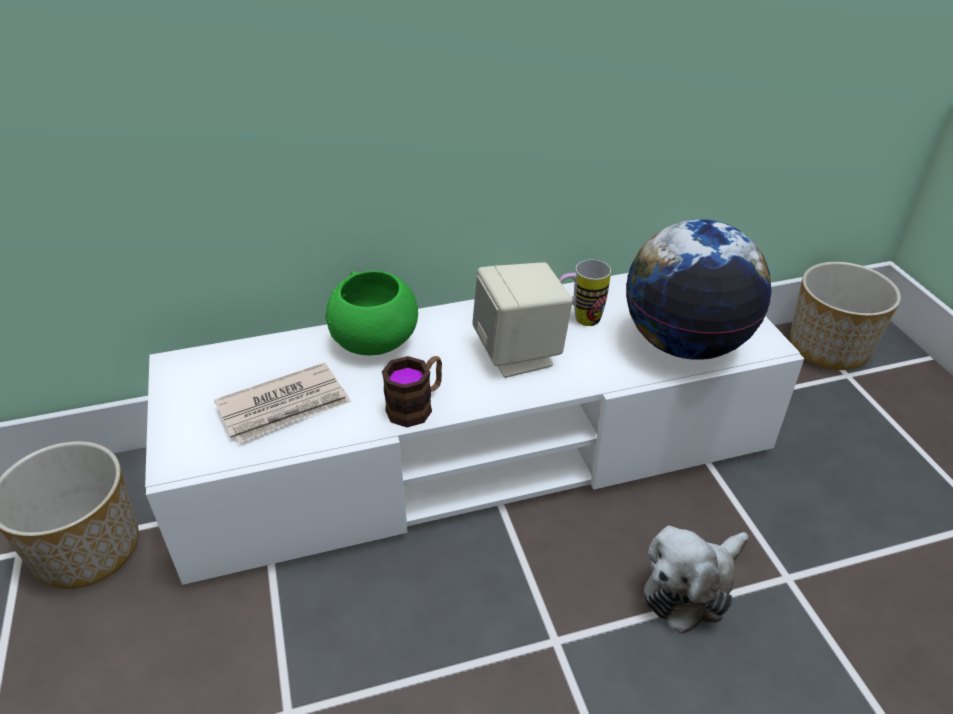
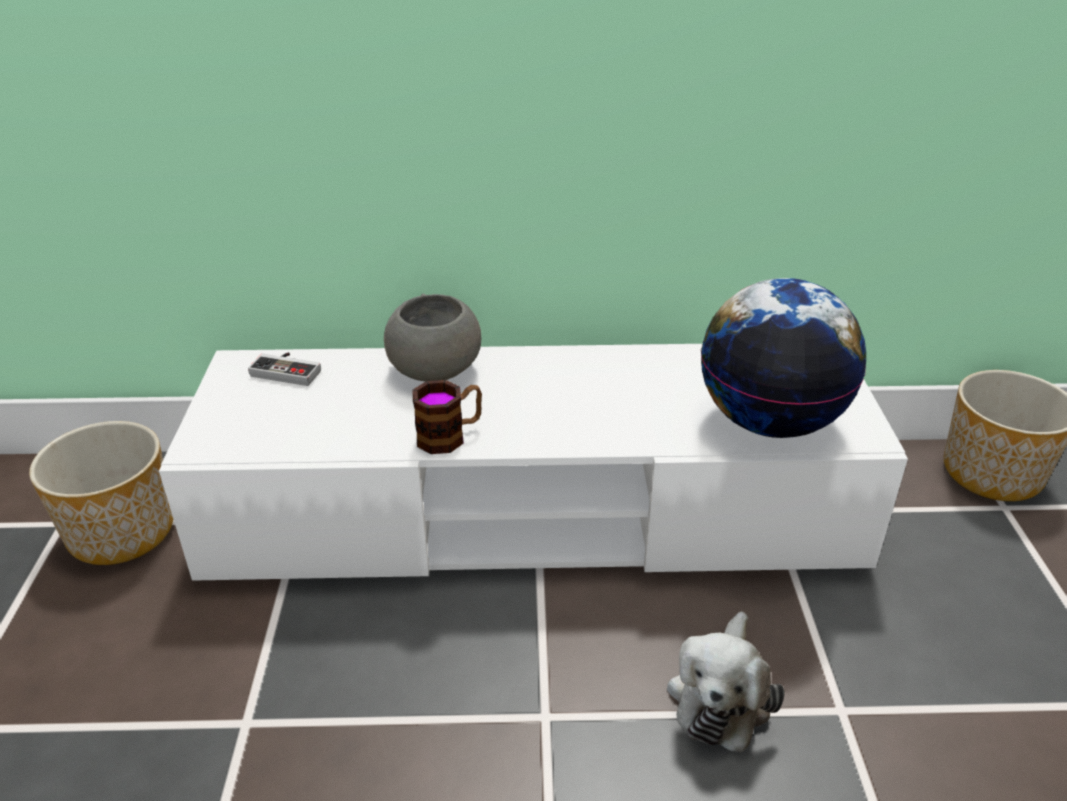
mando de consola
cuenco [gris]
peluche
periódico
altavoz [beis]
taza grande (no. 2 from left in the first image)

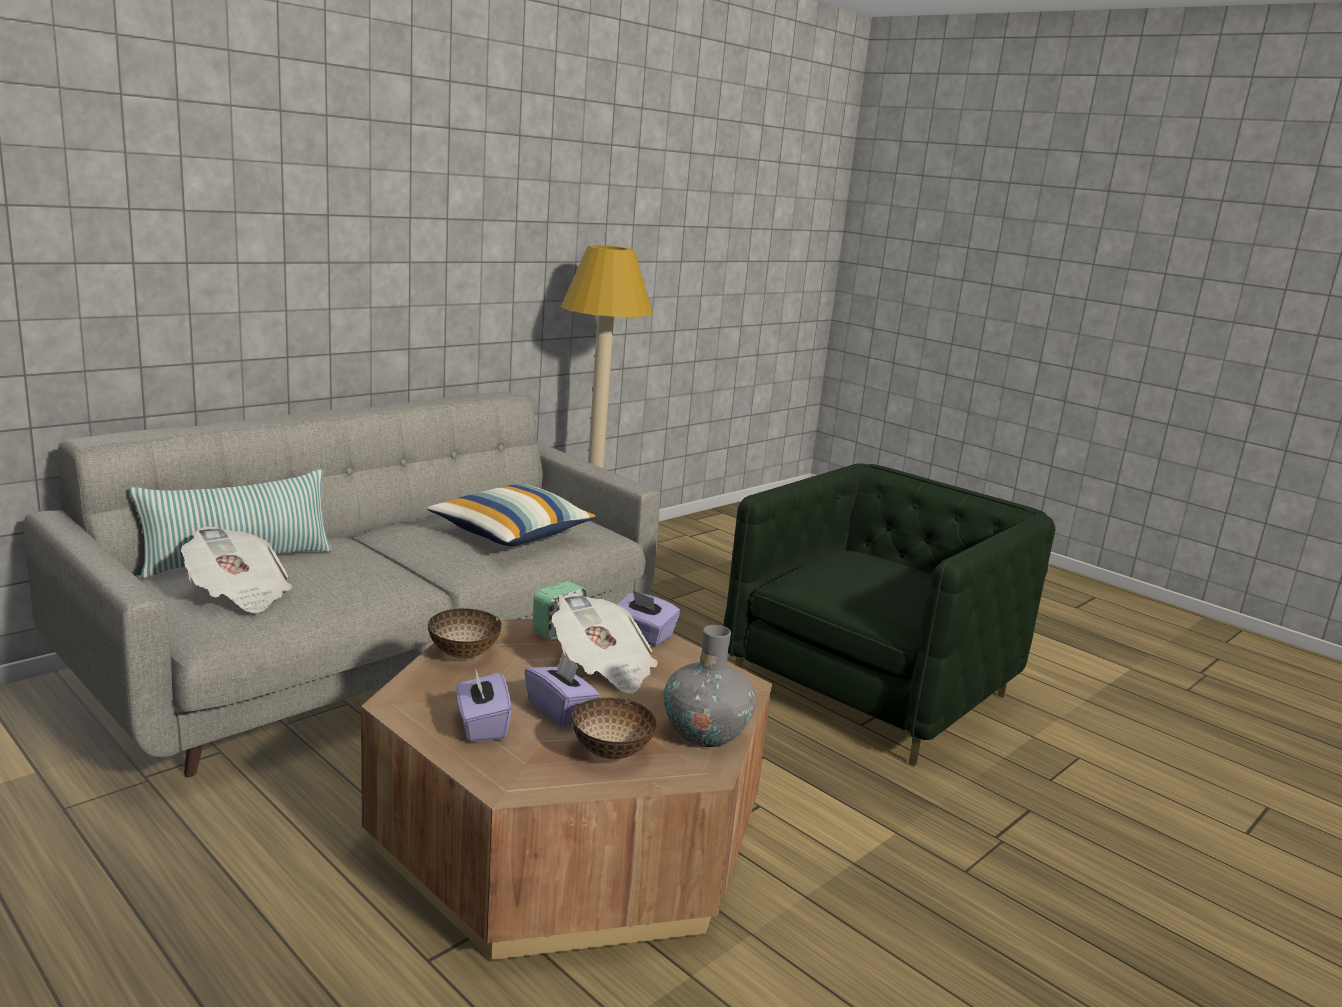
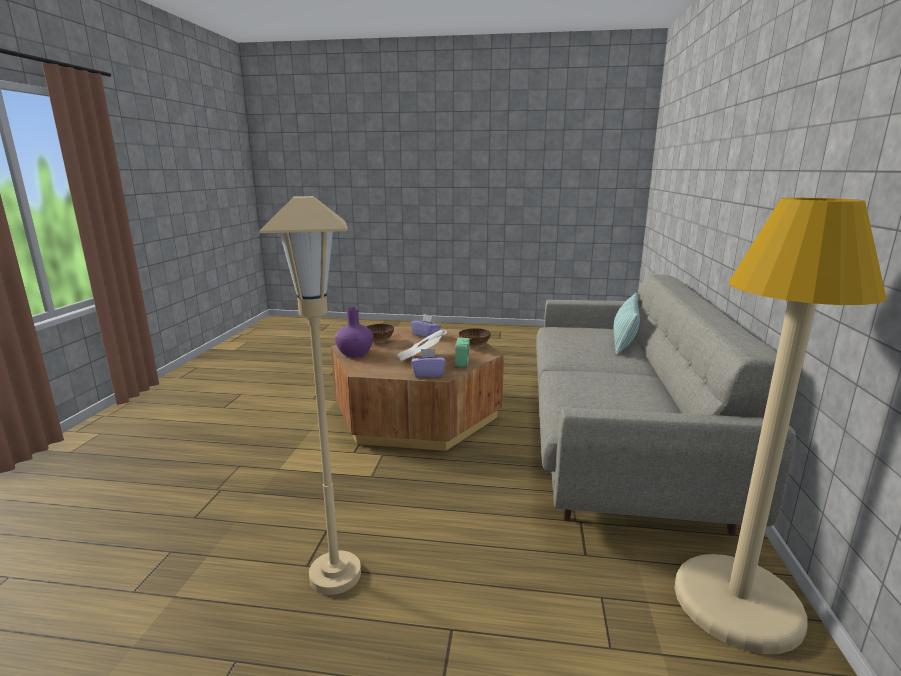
lámpara de pie [beis] (no. 1 from left)
florero [morado]
periódico (no. 1 from left in the first image)
cojín (no. 2 from left in the first image)
caja de pañuelos [morado] (no. 2 from left in the first image)

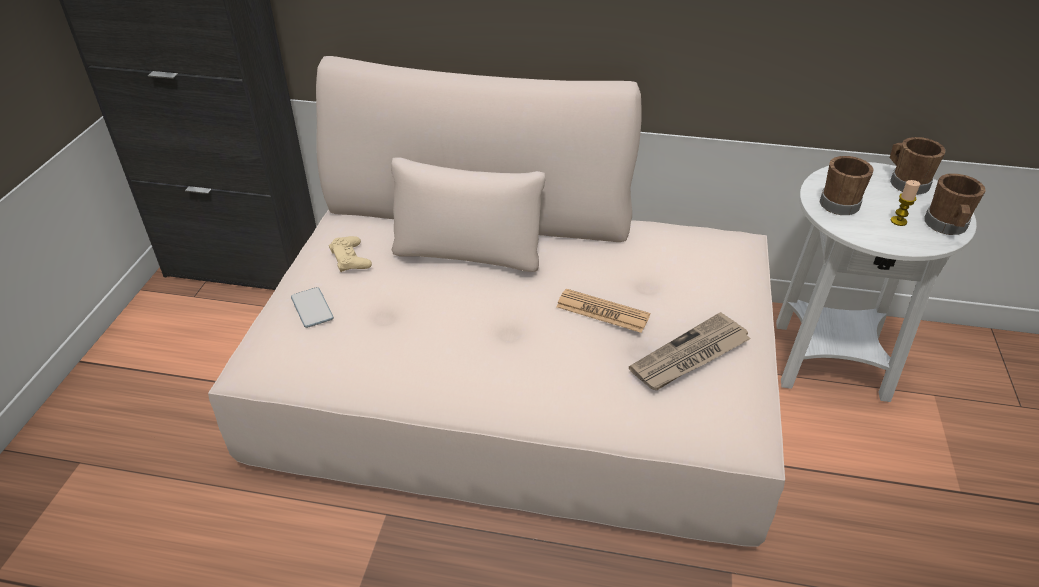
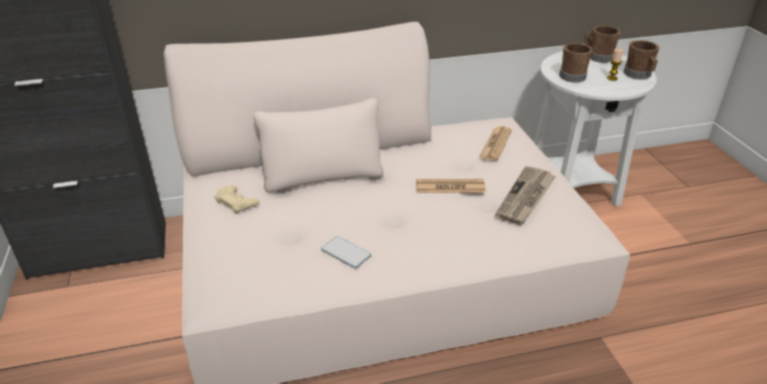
móvil
periódico (no. 2 from left)

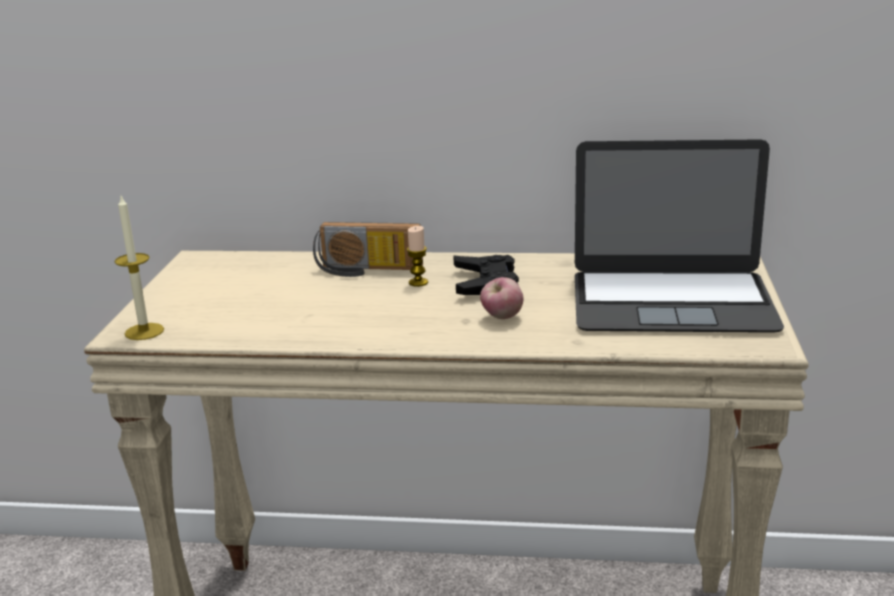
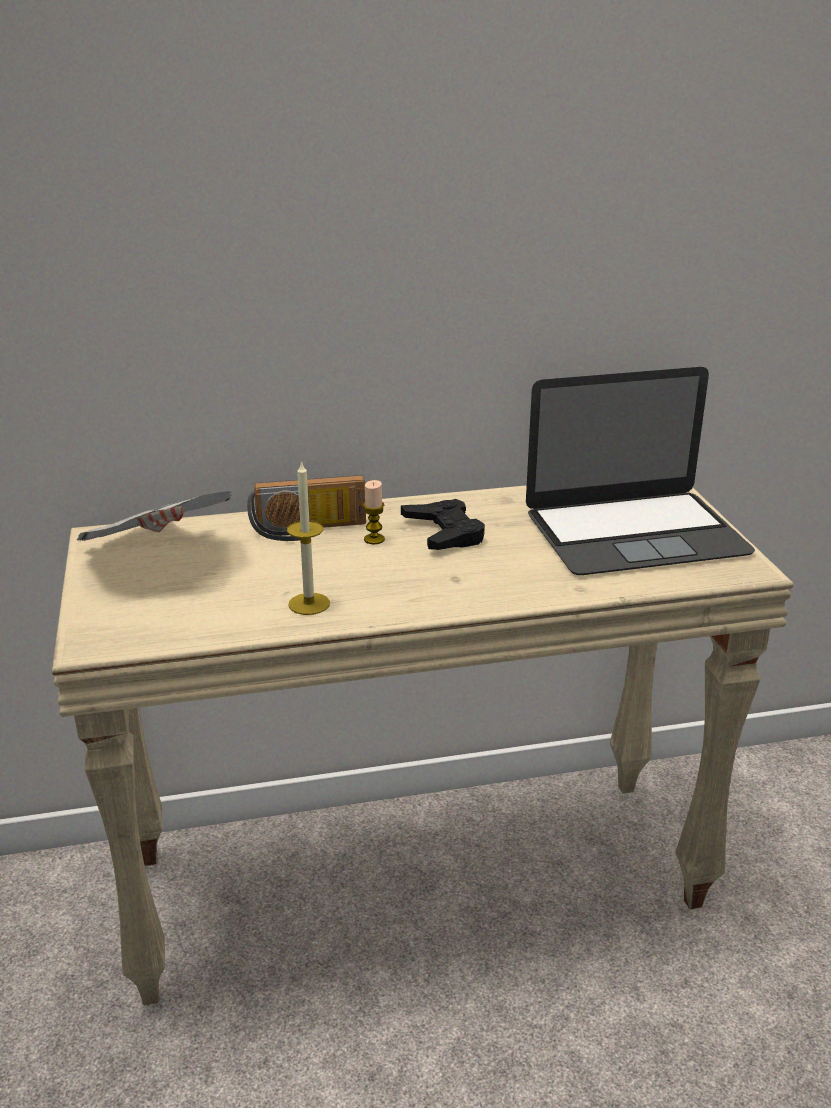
periódico
vela (no. 1 from left)
manzana

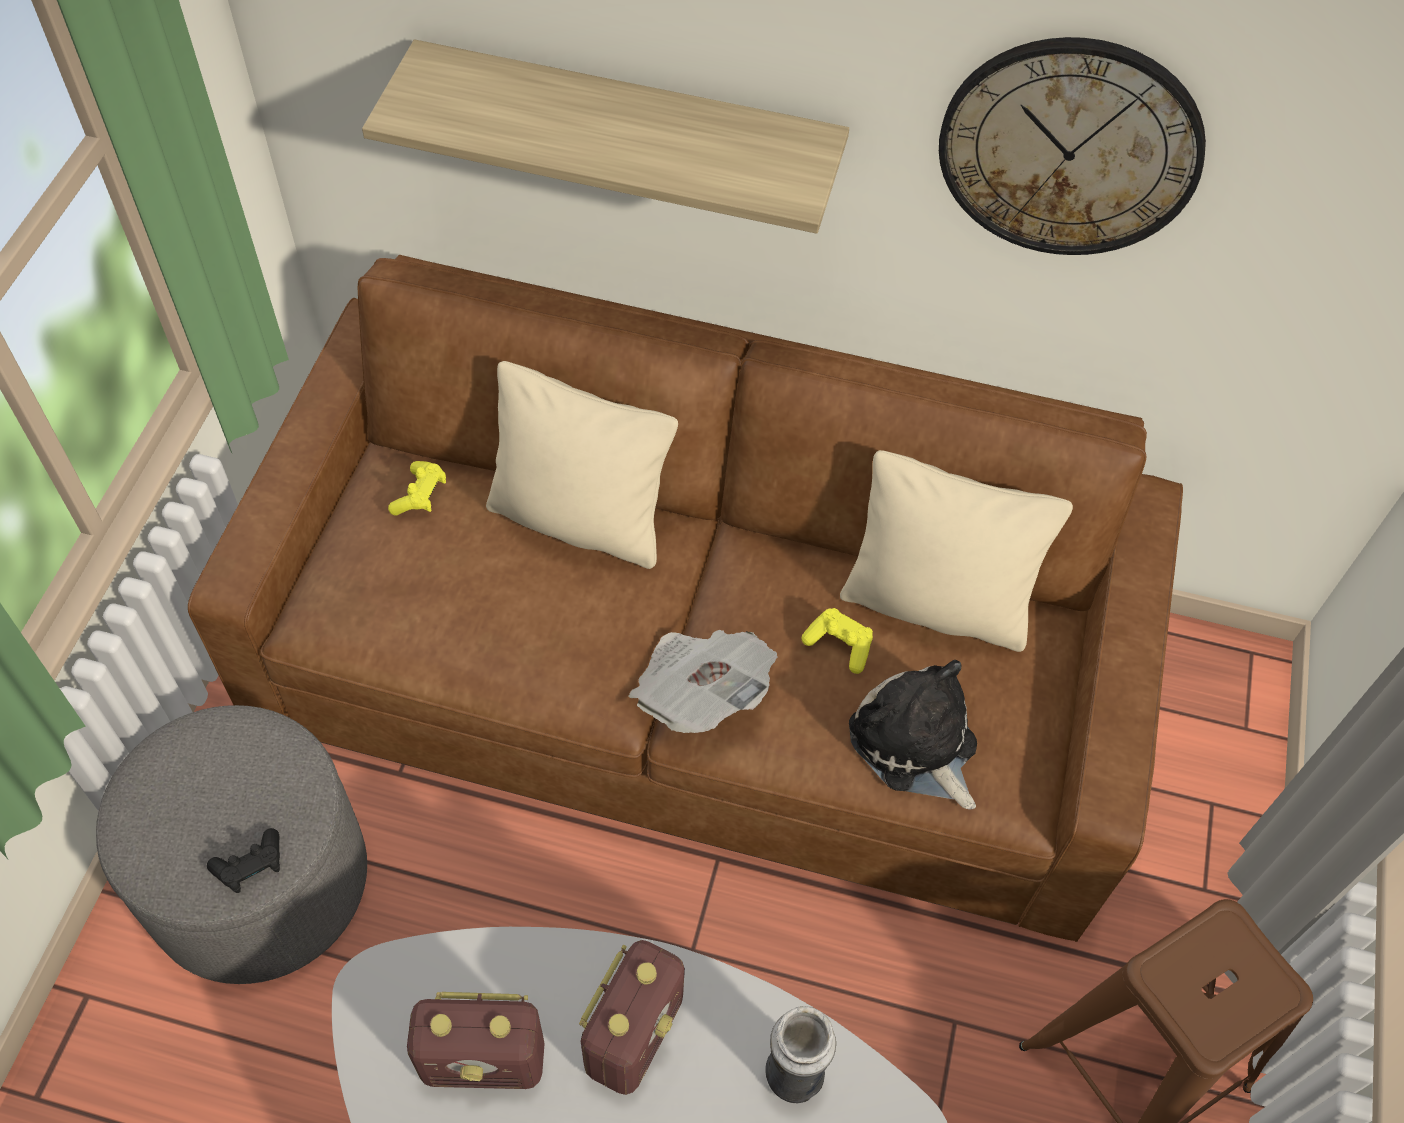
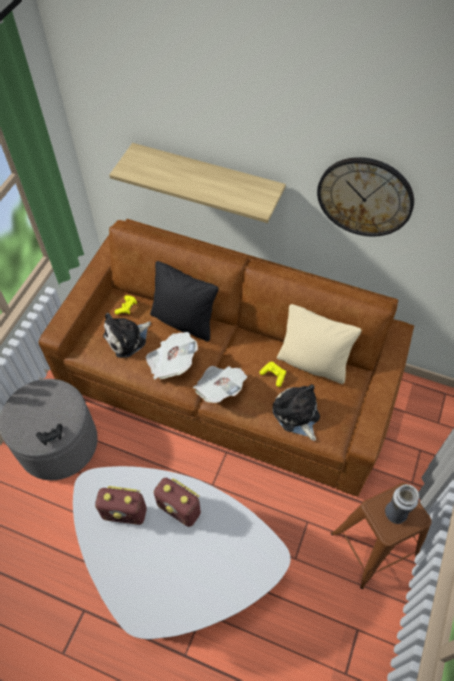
peluche (no. 1 from left)
periódico (no. 1 from left)
cojín [negro]
radio (no. 2 from left)
florero

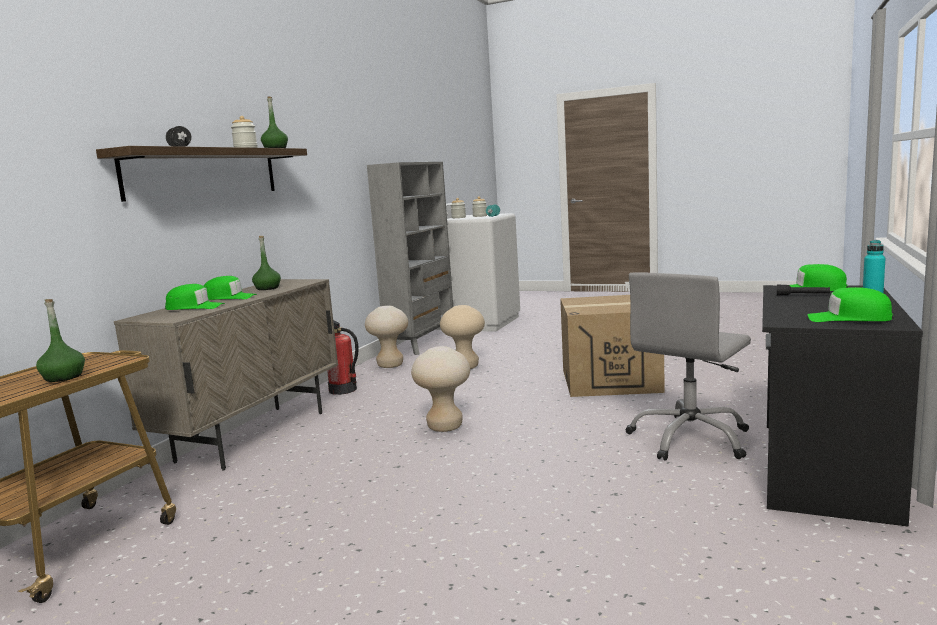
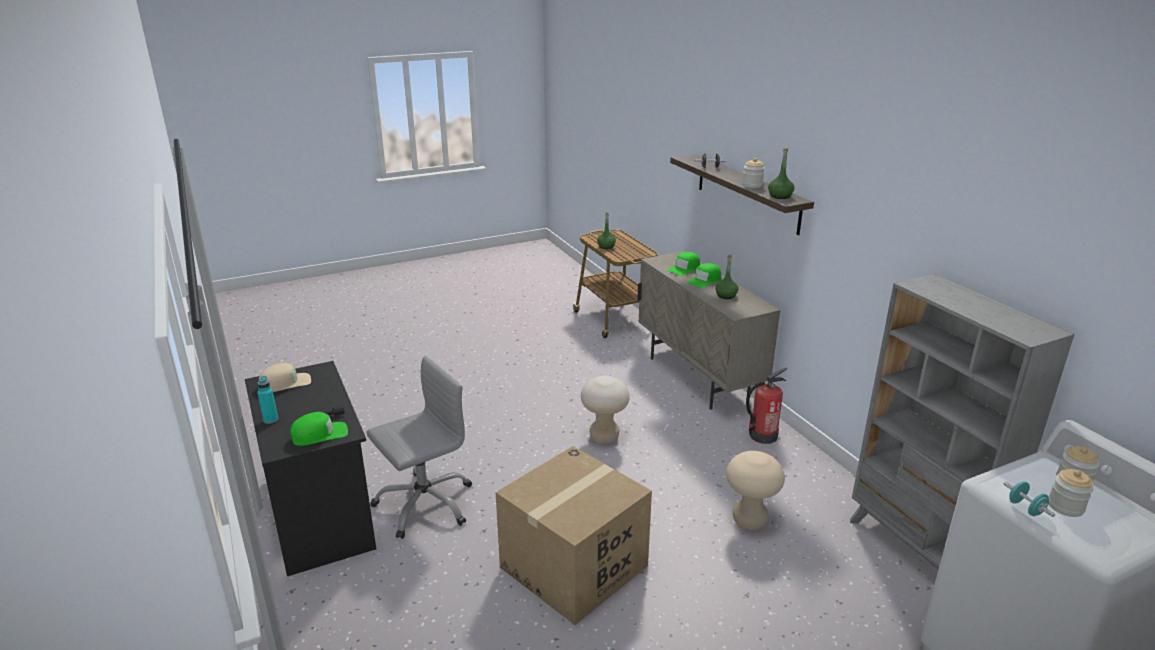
gorra [beis]
silla de oficina [gris]
taburete [beis] (no. 1 from left in the first image)

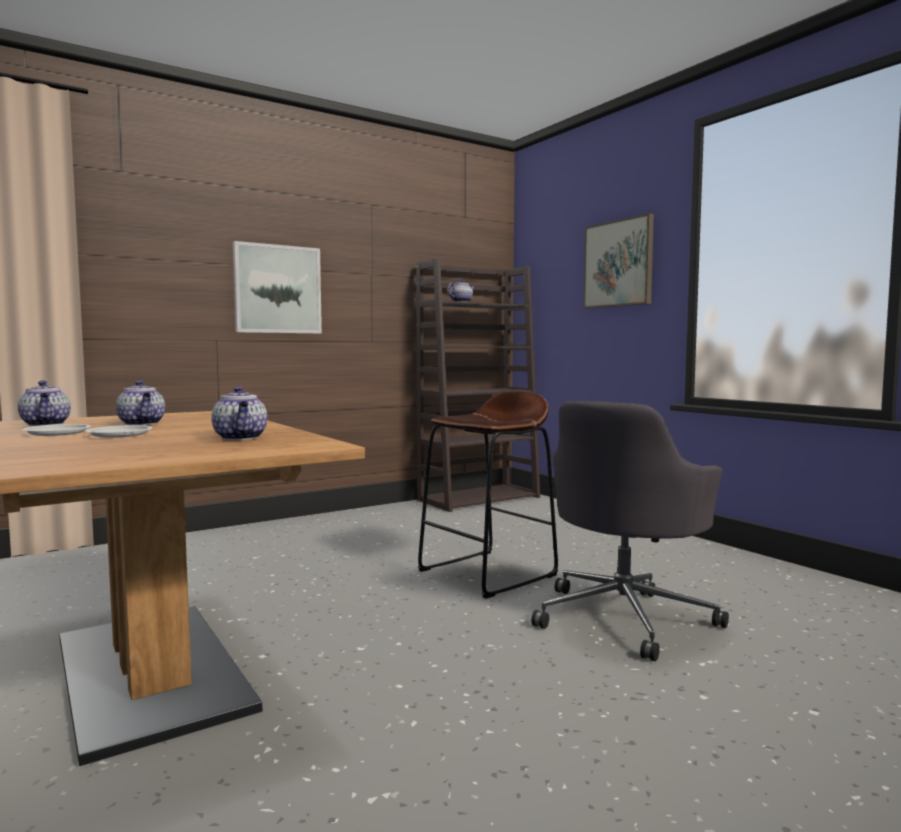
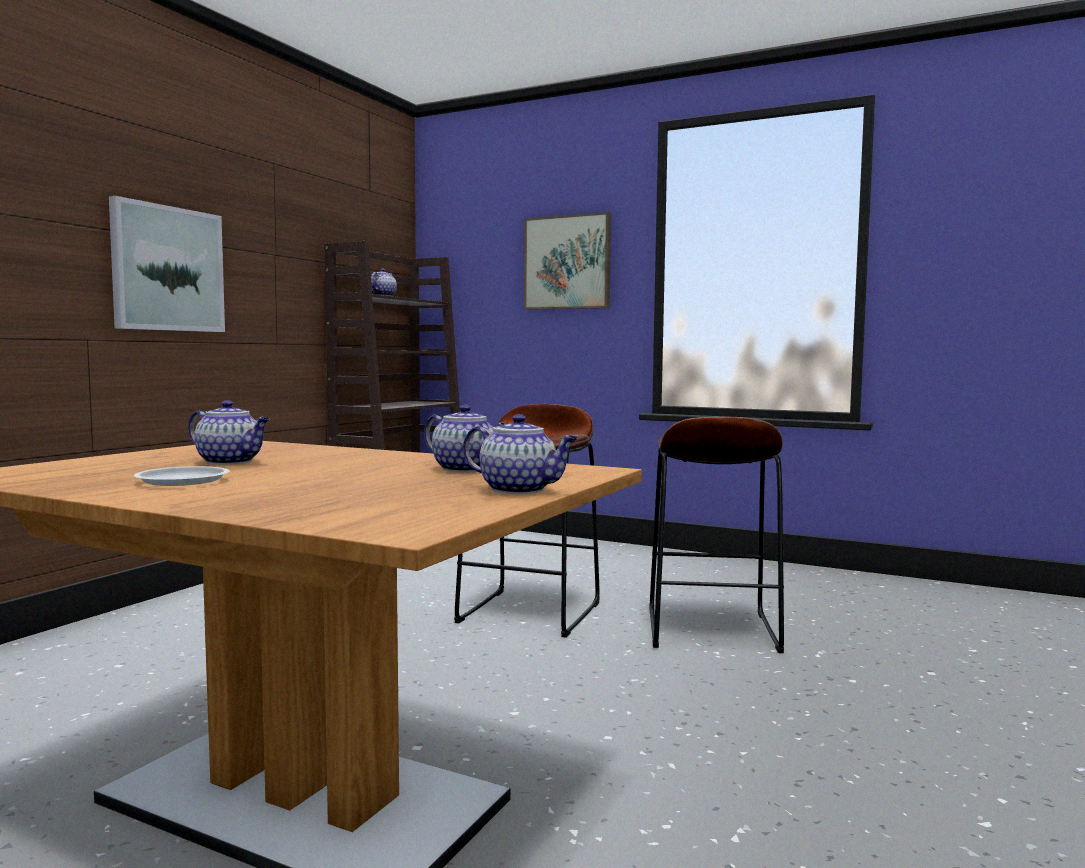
tetera (no. 4 from left)
taburete [marrón] (no. 2 from left)
plato [blanco] (no. 2 from left in the first image)

